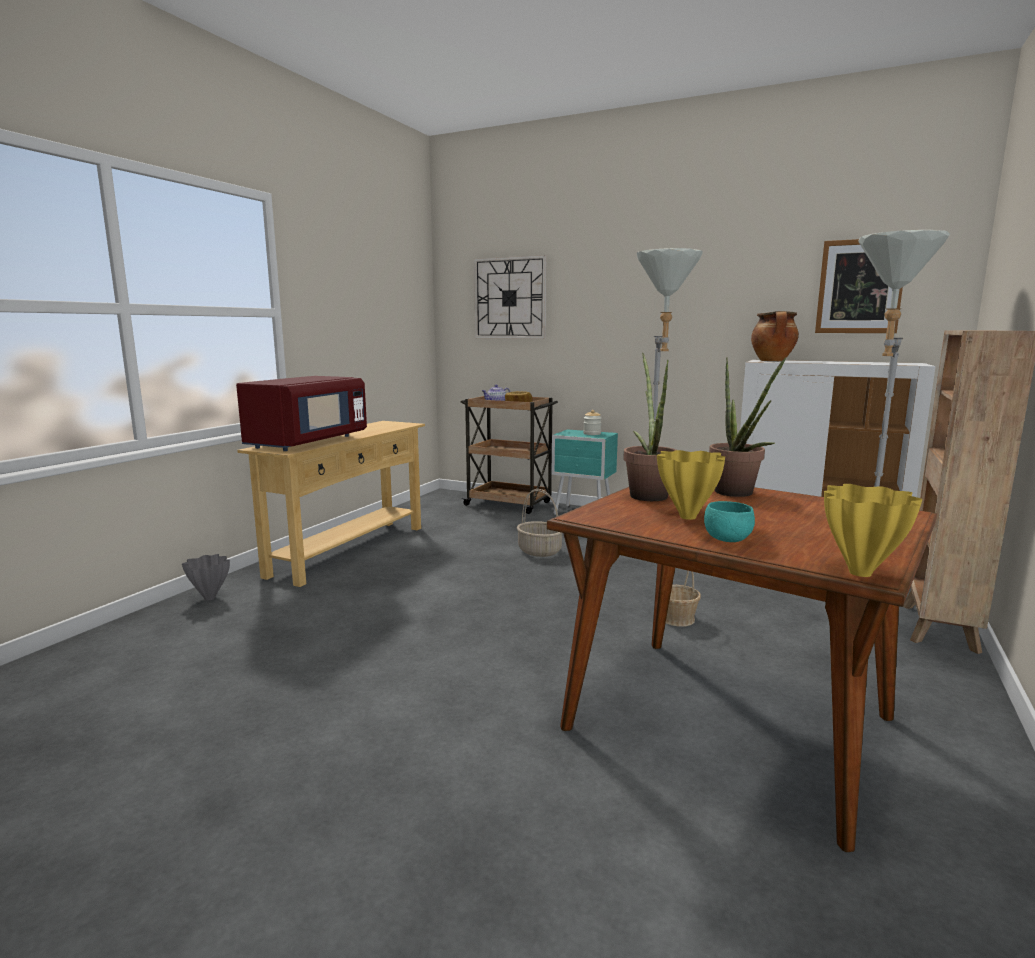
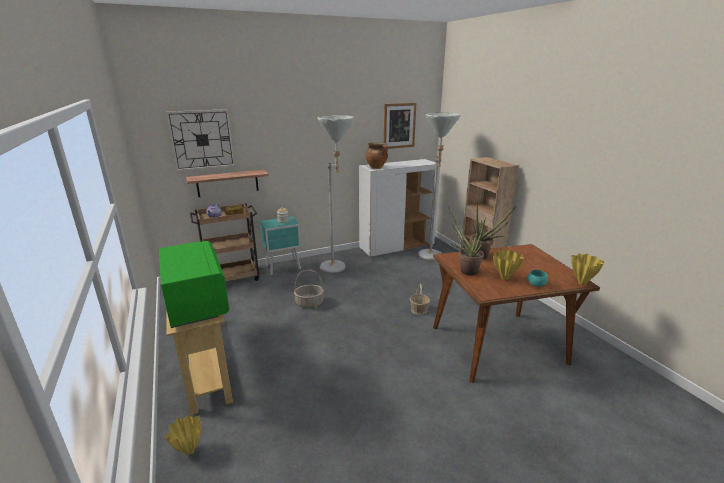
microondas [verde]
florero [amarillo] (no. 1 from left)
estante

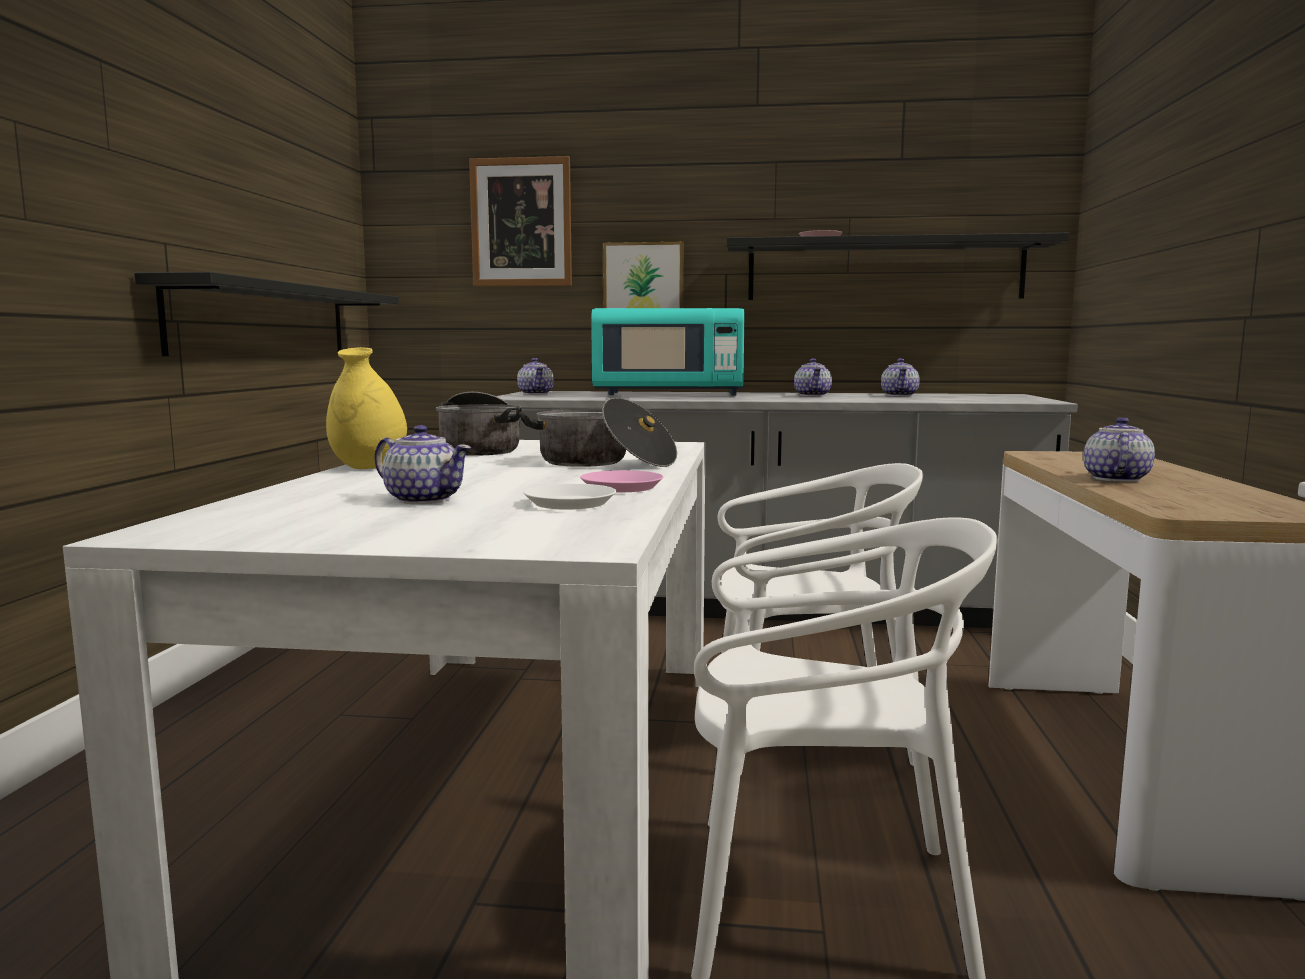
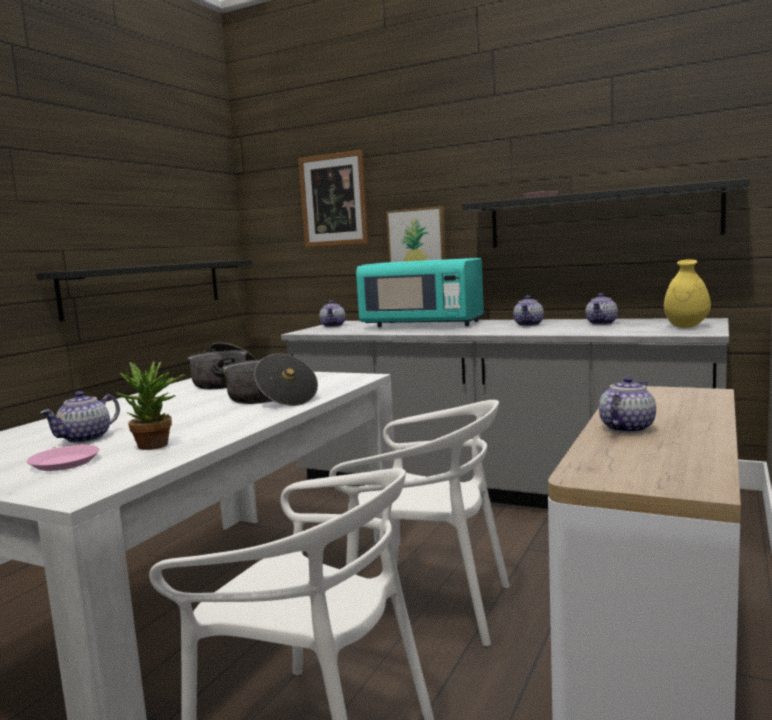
plato [rosa] (no. 1 from left)
tetera (no. 1 from left)
planta en maceta
florero [amarillo]

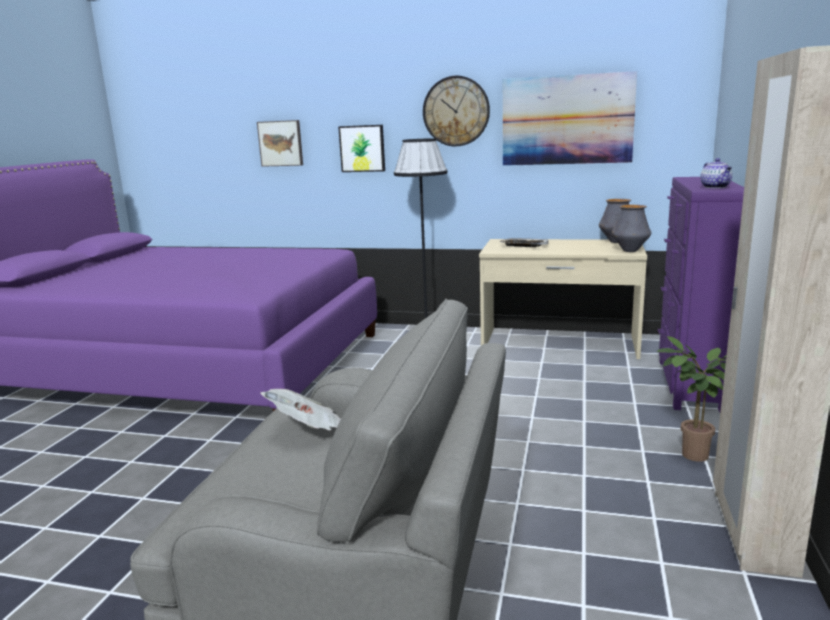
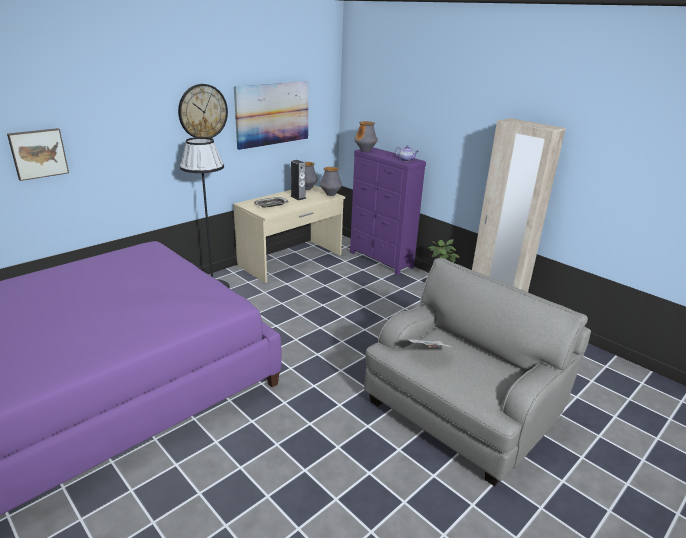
altavoz
florero (no. 3 from left)
cuadro (no. 2 from left in the first image)

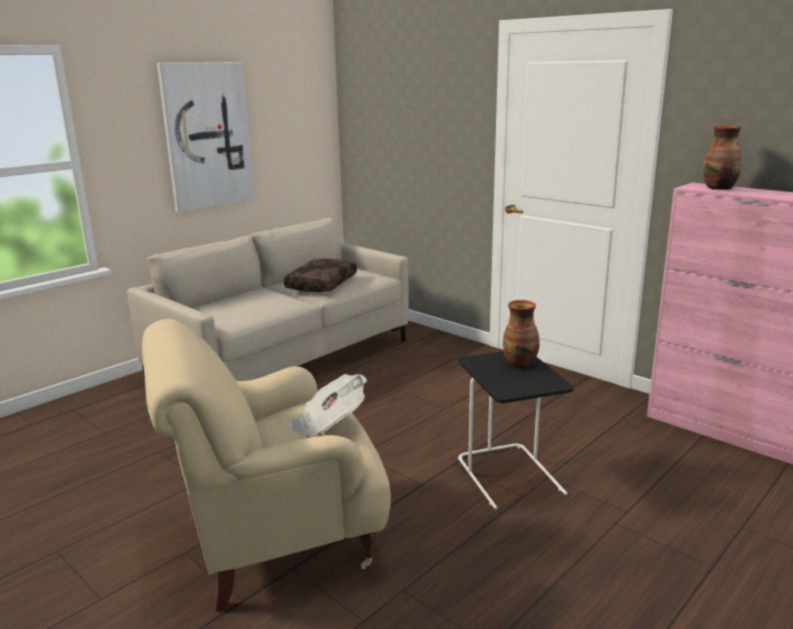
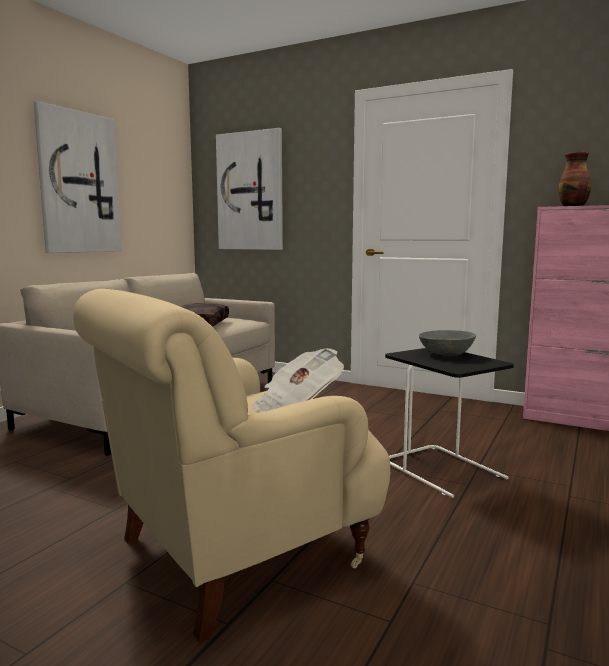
cuadro (no. 2 from left)
cuenco [gris]

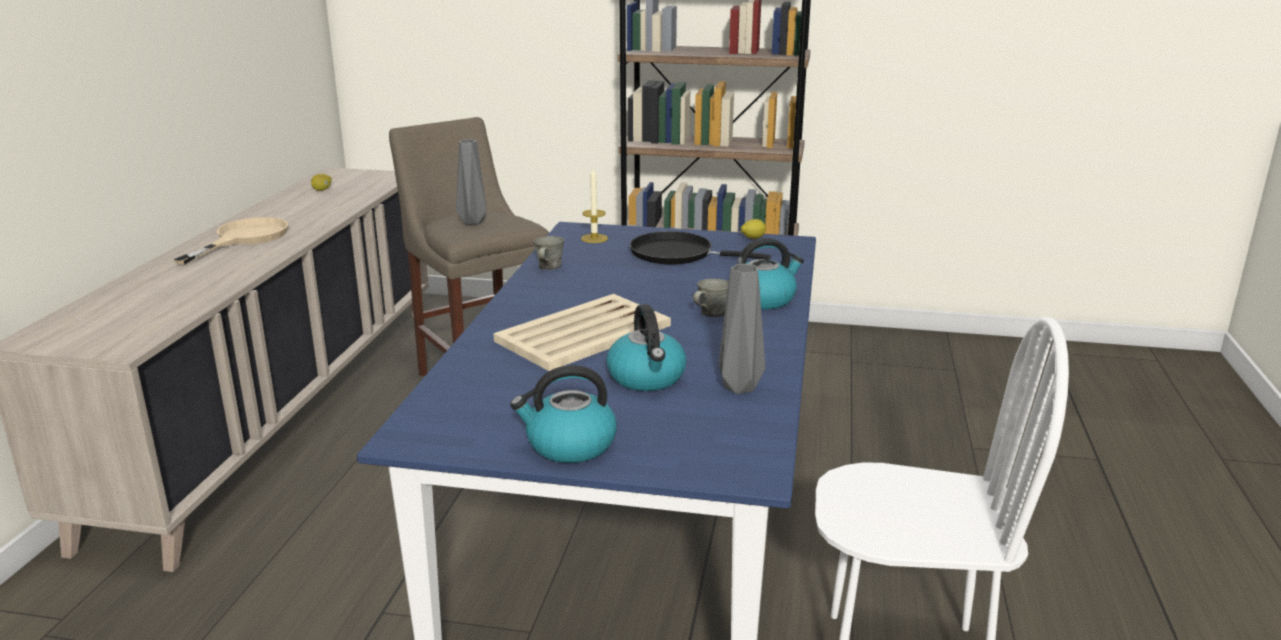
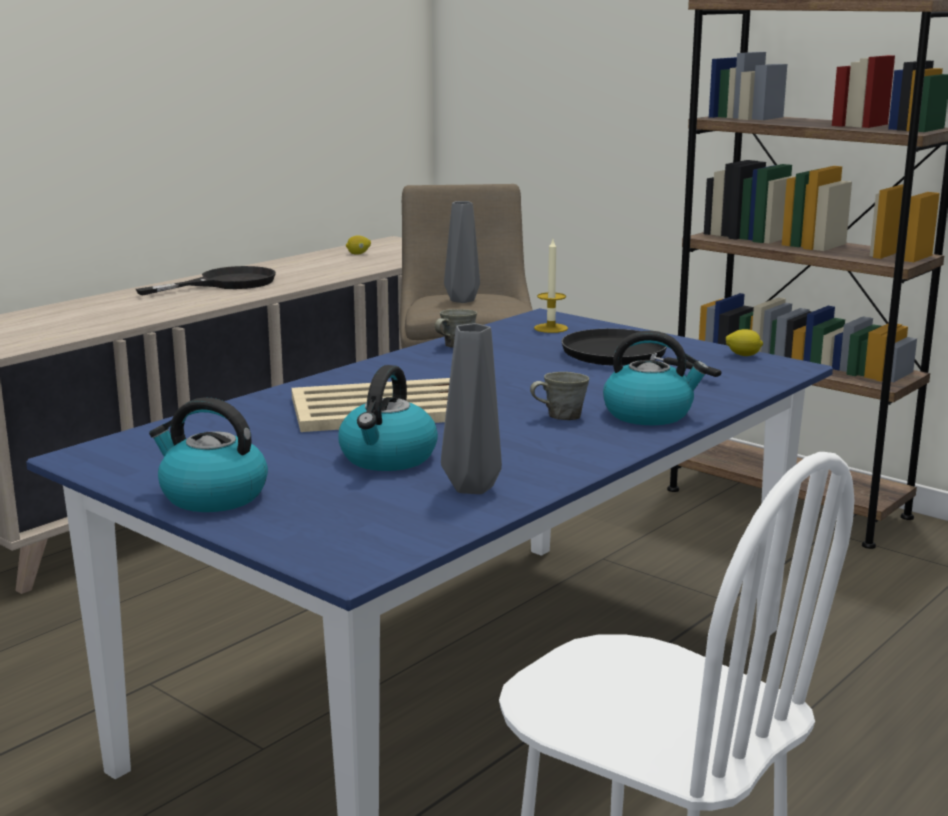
sartén [negro] (no. 1 from left)

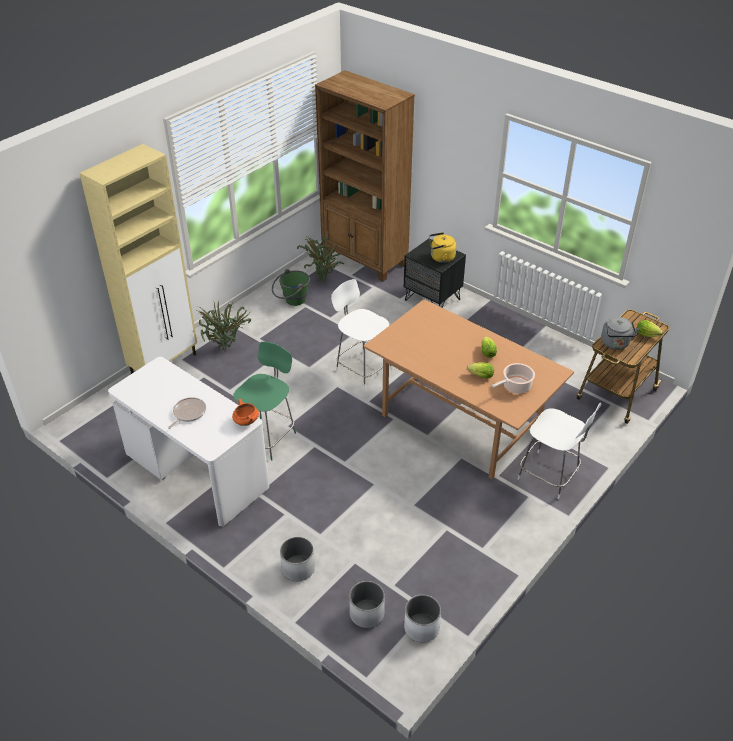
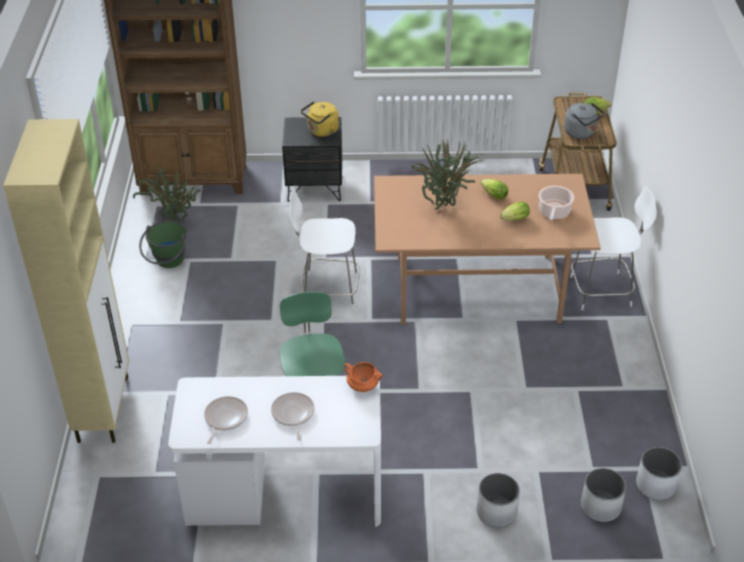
sartén (no. 1 from left)
planta en maceta (no. 2 from left)

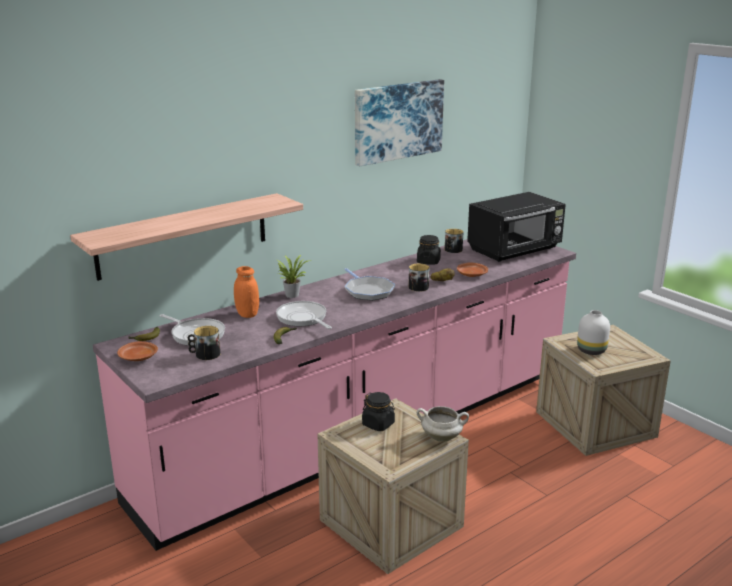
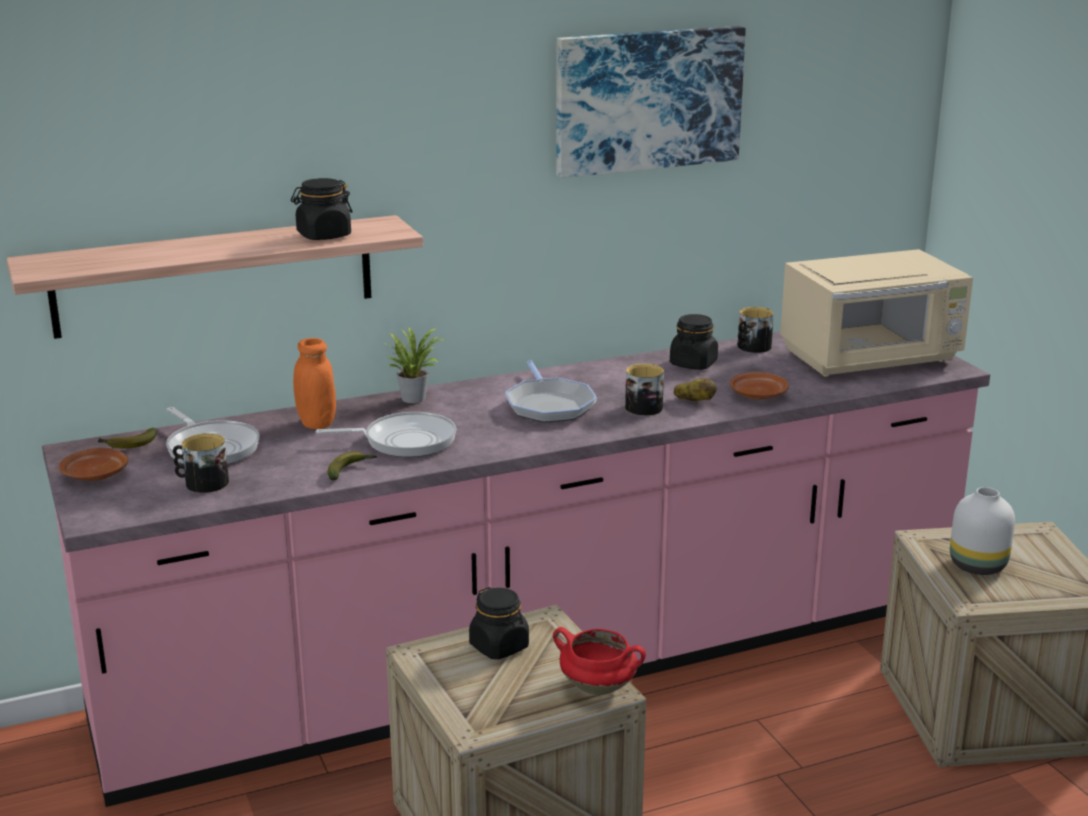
tarro [negro] (no. 1 from left)
sartén (no. 2 from left)
olla [rojo]
microondas [beis]

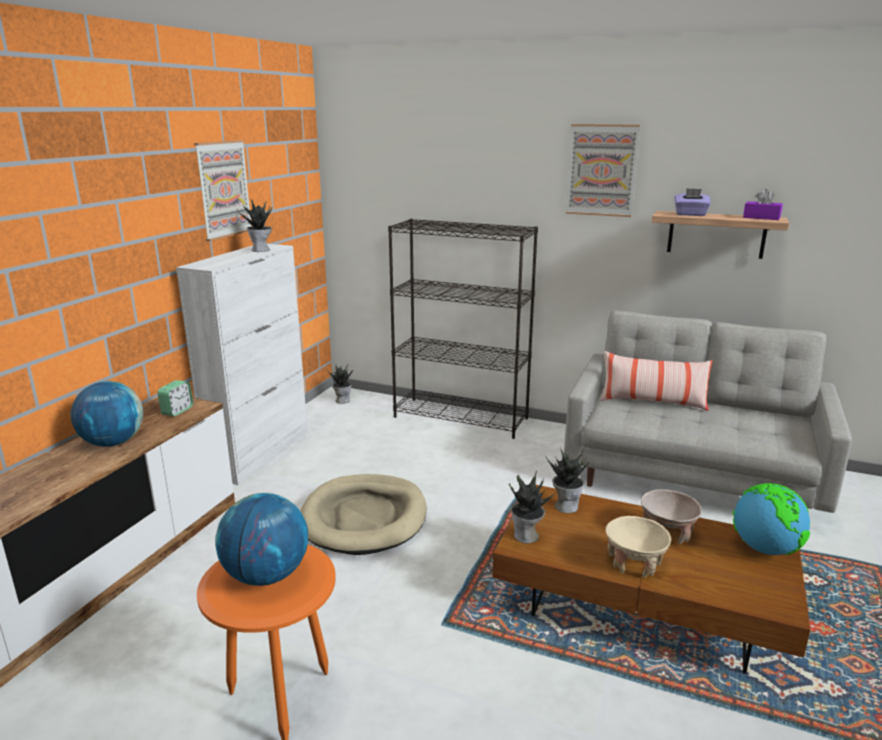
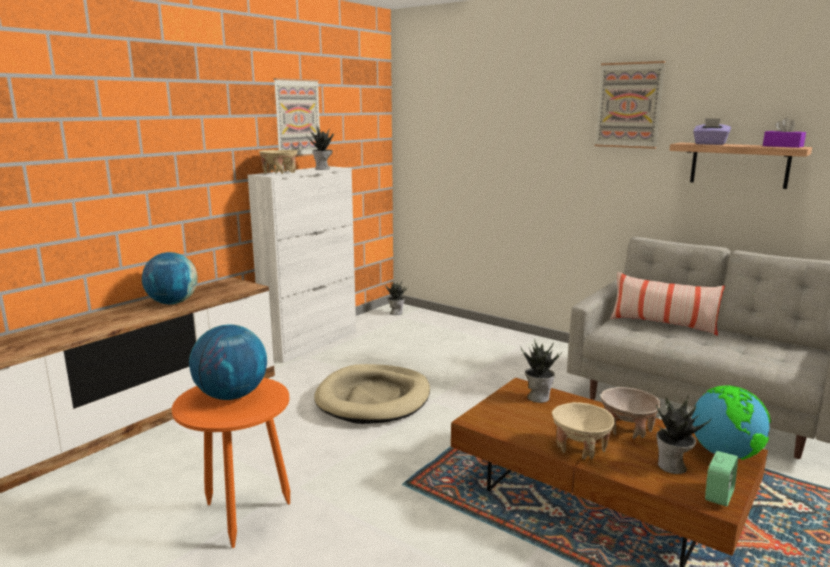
cuenco [beis] (no. 1 from left)
planta en maceta (no. 4 from left)
despertador
estantería [negro]

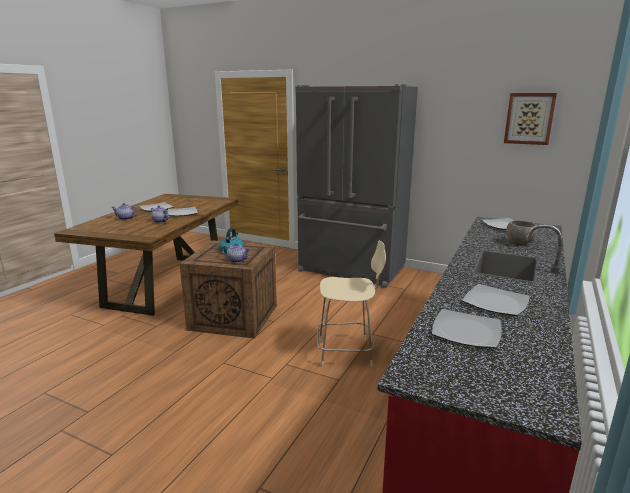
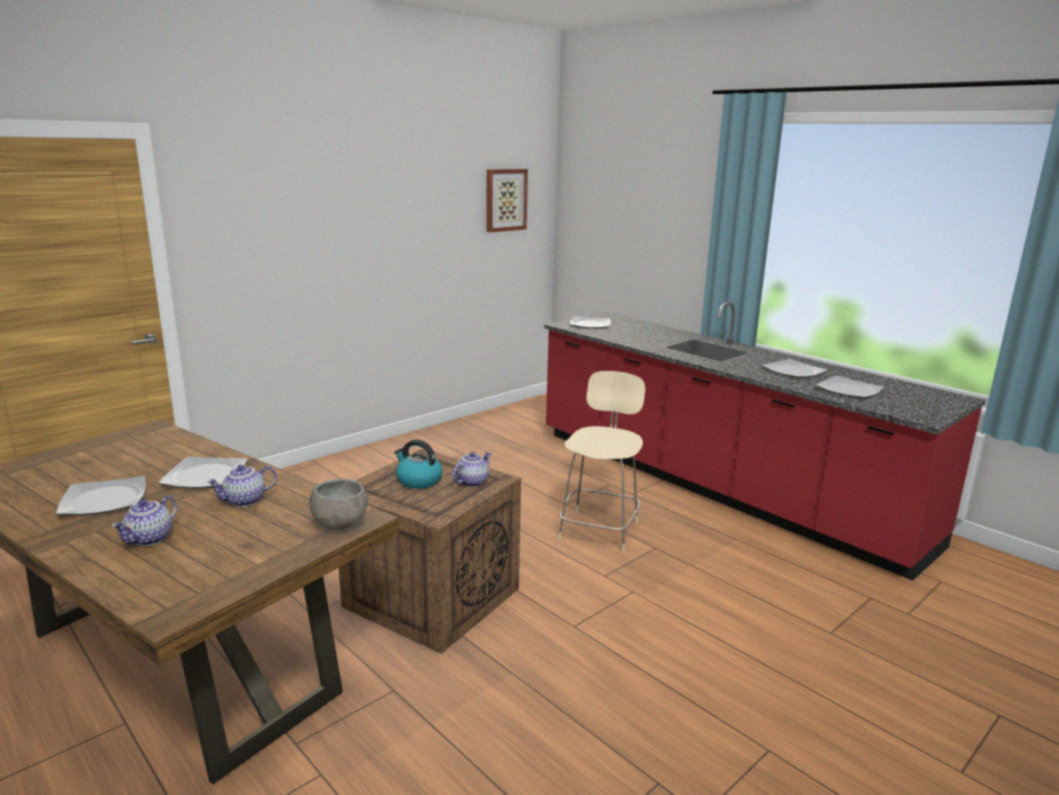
cuenco [gris]
nevera [gris]

